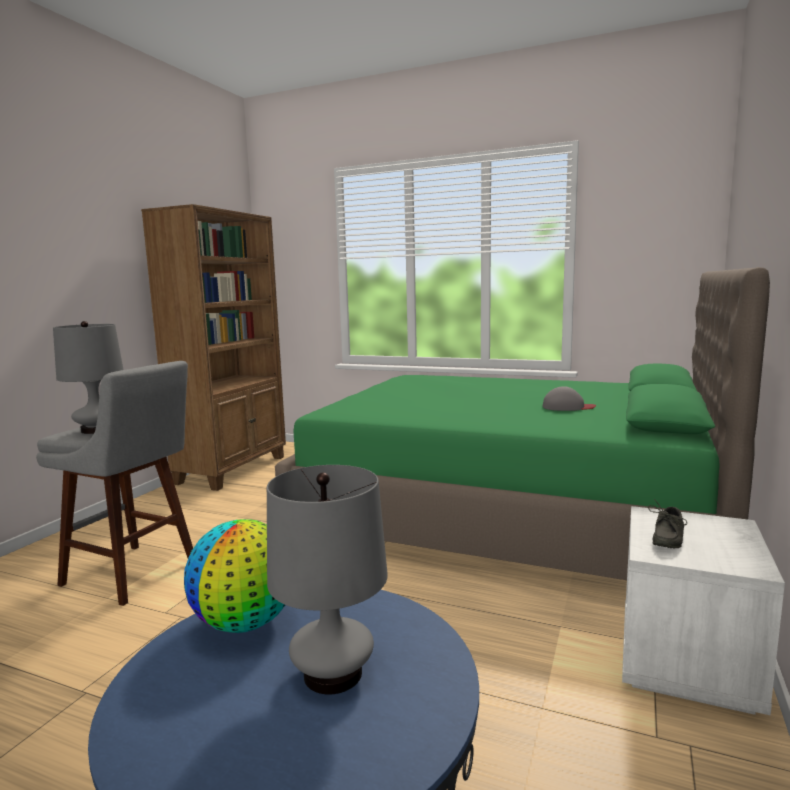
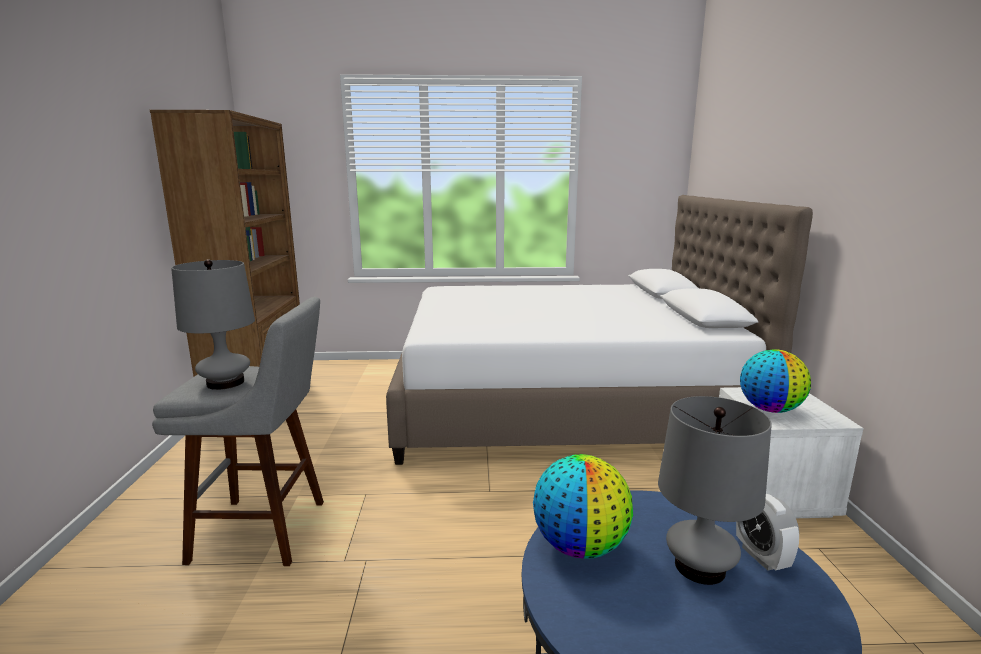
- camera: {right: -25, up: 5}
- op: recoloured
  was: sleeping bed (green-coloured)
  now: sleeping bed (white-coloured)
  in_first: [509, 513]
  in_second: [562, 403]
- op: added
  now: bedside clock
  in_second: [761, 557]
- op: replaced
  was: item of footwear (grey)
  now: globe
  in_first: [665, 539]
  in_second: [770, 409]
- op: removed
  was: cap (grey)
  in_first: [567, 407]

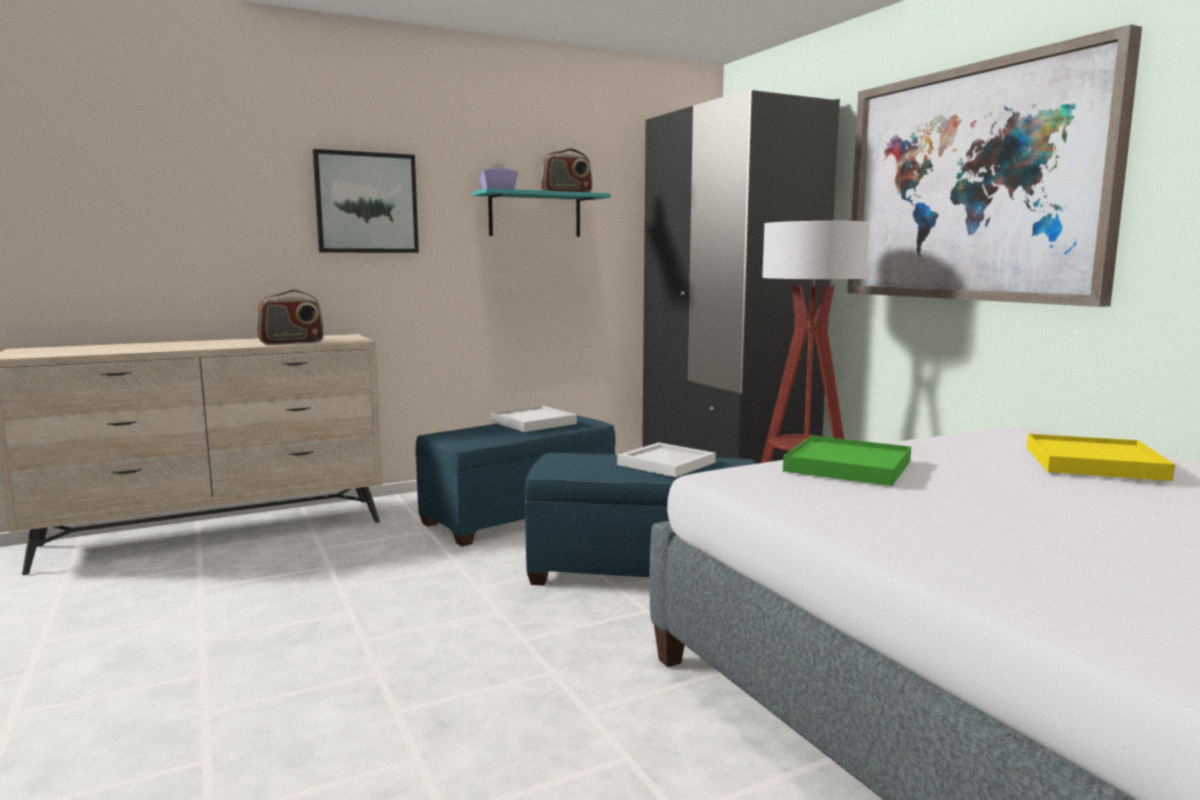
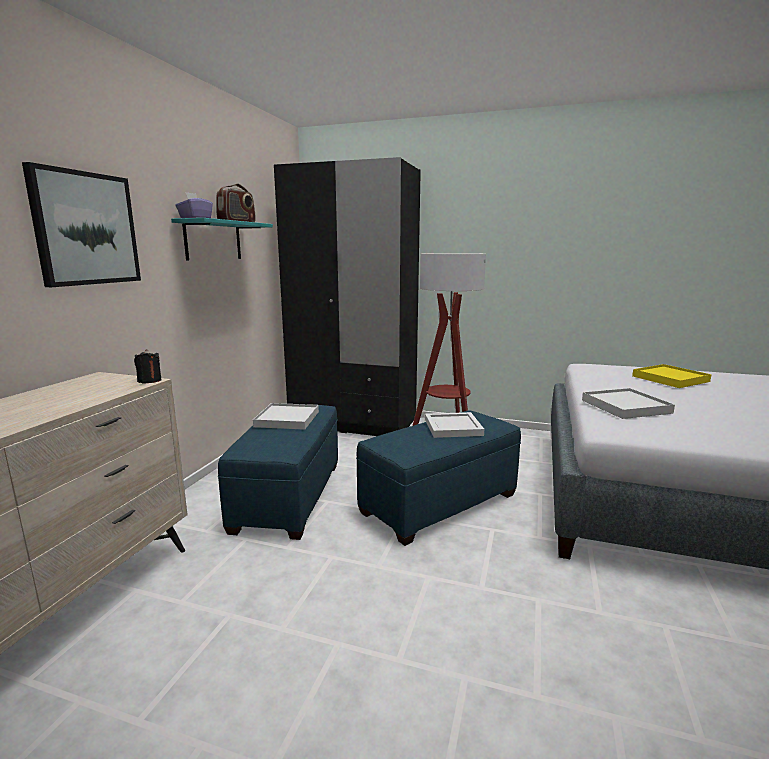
- camera: {right: -45, up: 5}
- op: added
  now: wax light (black-coloured)
  in_second: [149, 381]
- op: recoloured
  was: serving tray (green-coloured)
  now: serving tray (white-coloured)
  in_first: [847, 466]
  in_second: [625, 406]
- op: removed
  was: radio set
  in_first: [291, 342]
- op: removed
  was: wall art
  in_first: [972, 184]

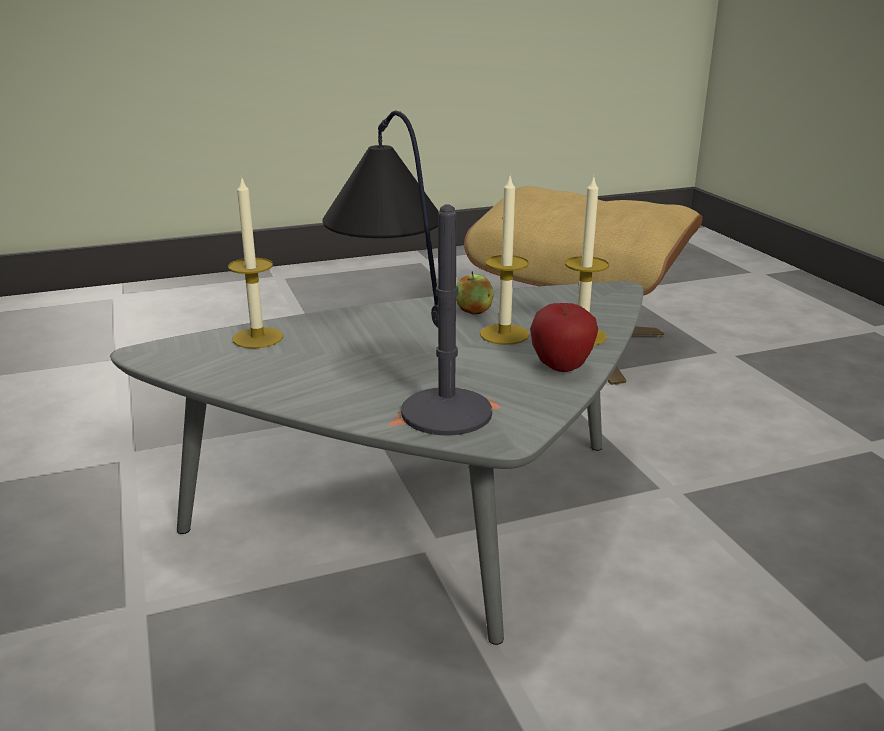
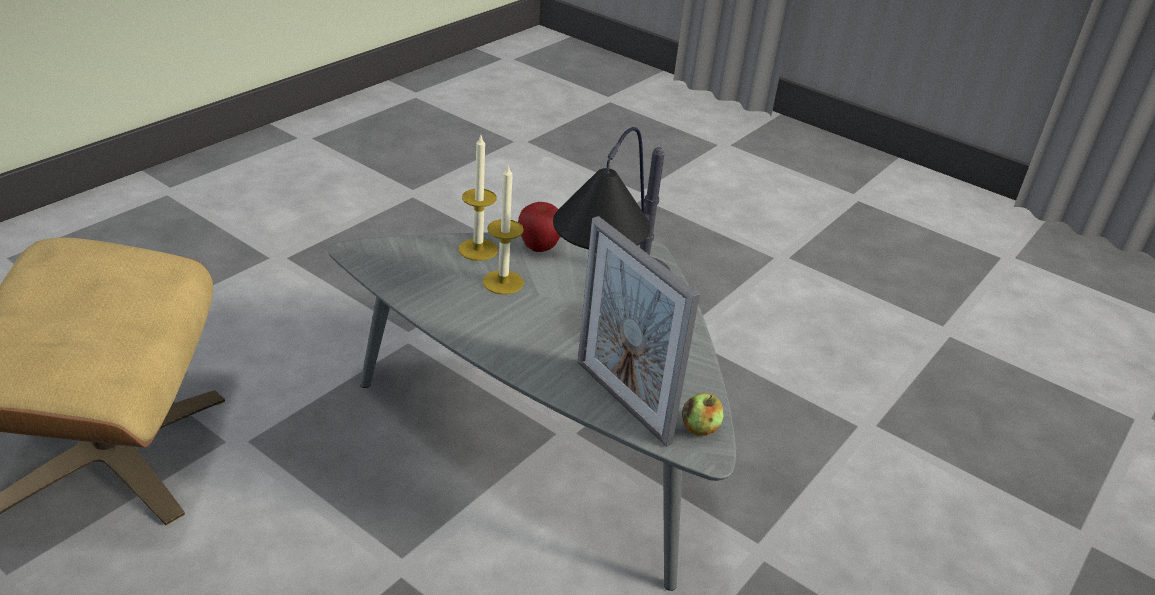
- camera: {right: -125, up: 10}
- op: replaced
  was: wax light
  now: picture frame
  in_first: [257, 338]
  in_second: [622, 401]
- op: moved
  was: apple fruit
  in_first: [474, 311]
  in_second: [700, 428]

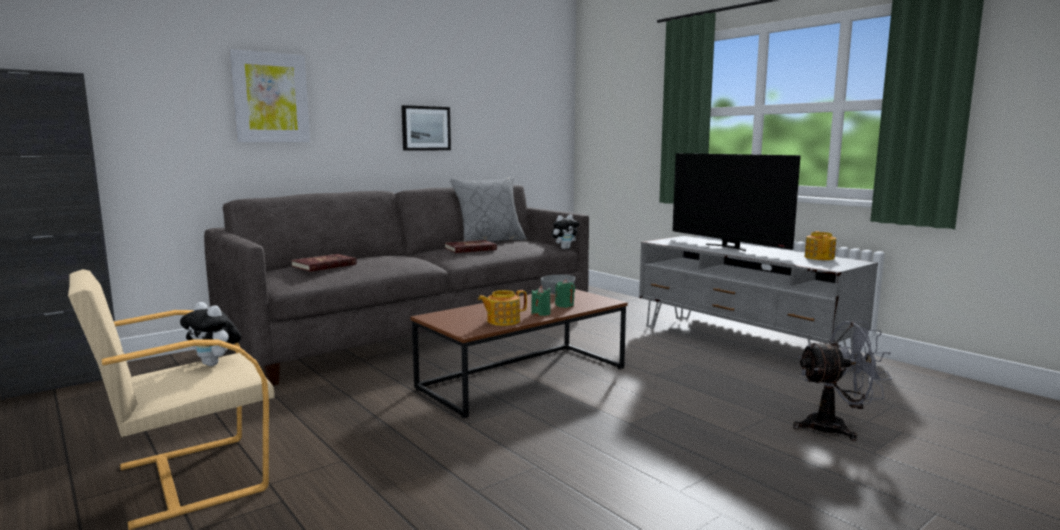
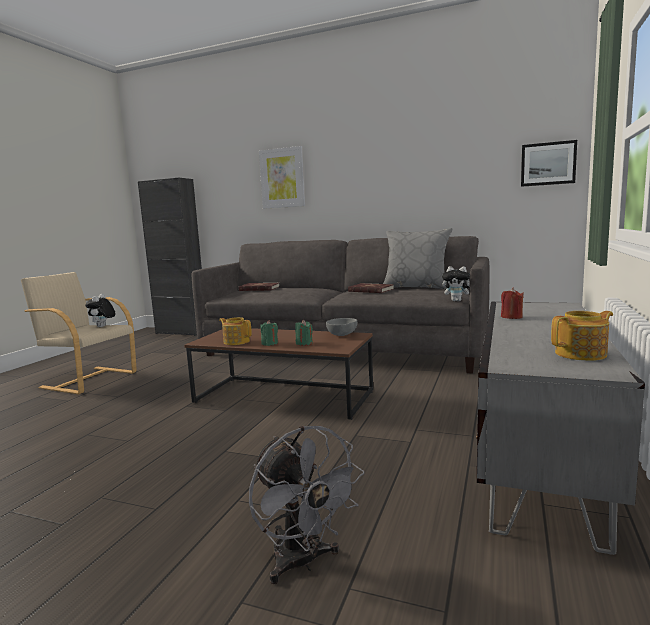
- camera: {right: 60, up: 0}
- op: added
  now: wax light (reddish)
  in_second: [511, 317]
- op: moved
  was: wall art
  in_first: [425, 128]
  in_second: [548, 164]
- op: removed
  was: TV
  in_first: [728, 247]

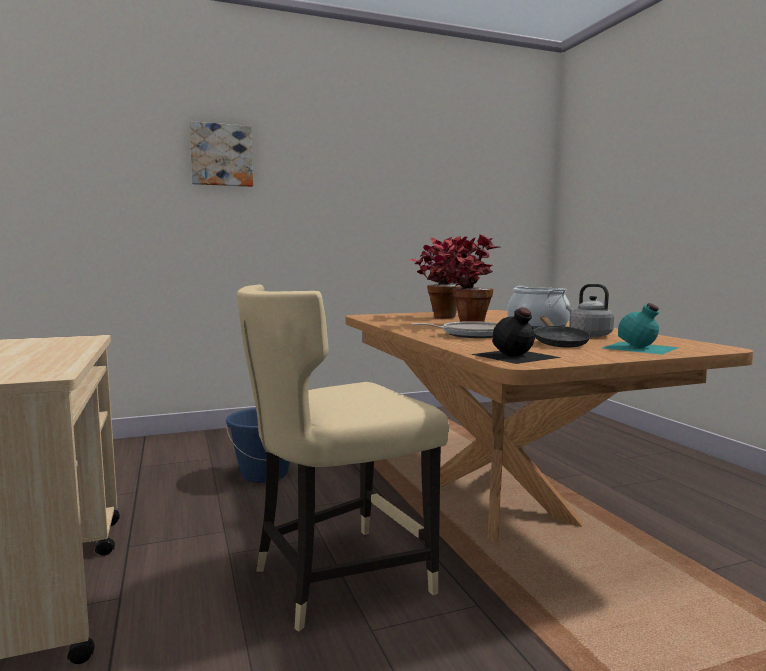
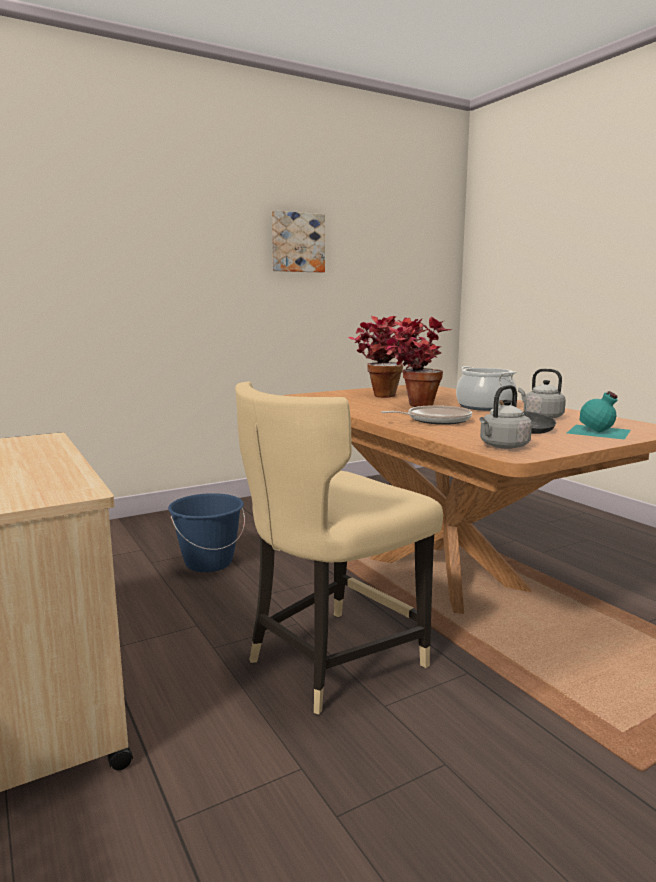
- camera: {right: -10, up: 5}
- op: moved
  was: wall art
  in_first: [221, 155]
  in_second: [297, 242]
- op: replaced
  was: beverage bottle (black-coloured)
  now: tea kettle (grey)
  in_first: [515, 356]
  in_second: [502, 446]

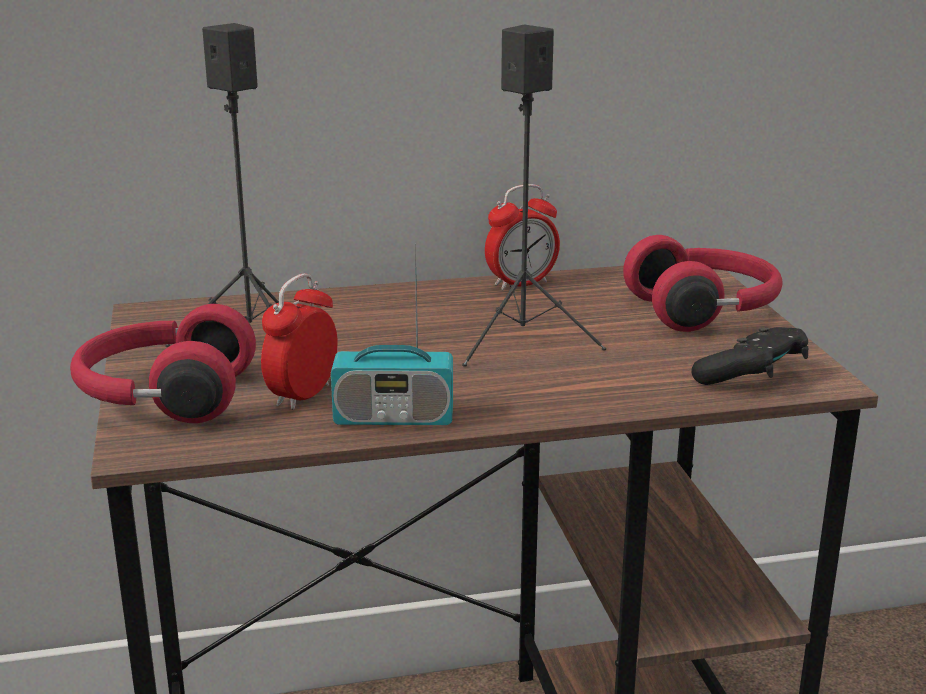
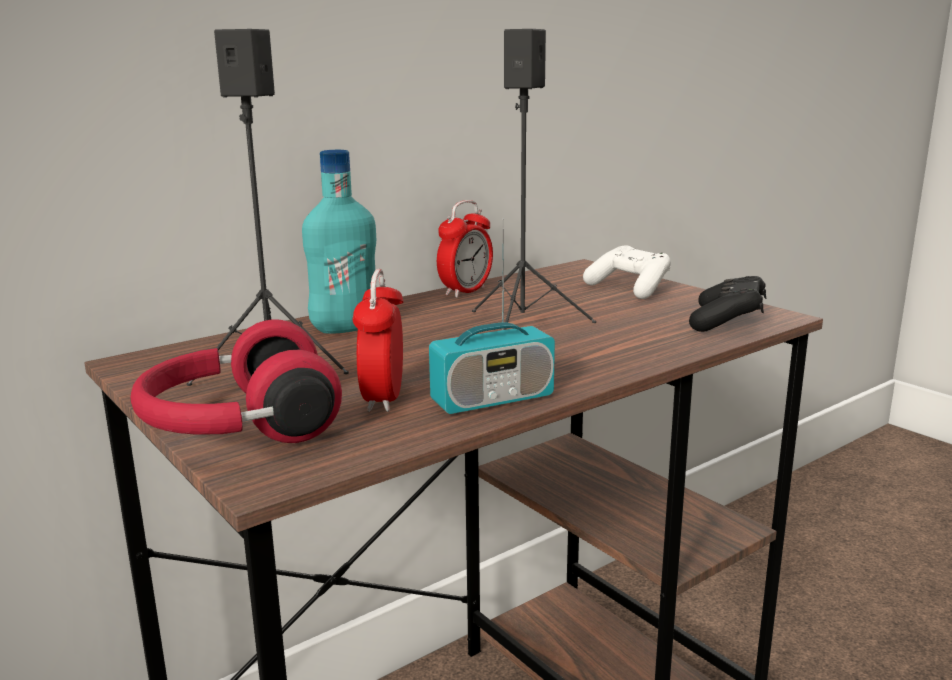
- camera: {right: -25, up: -5}
- op: added
  now: beverage bottle (blue-green)
  in_second: [345, 328]
- op: replaced
  was: headset (reddish)
  now: joypad (white-coloured)
  in_first: [704, 311]
  in_second: [629, 288]

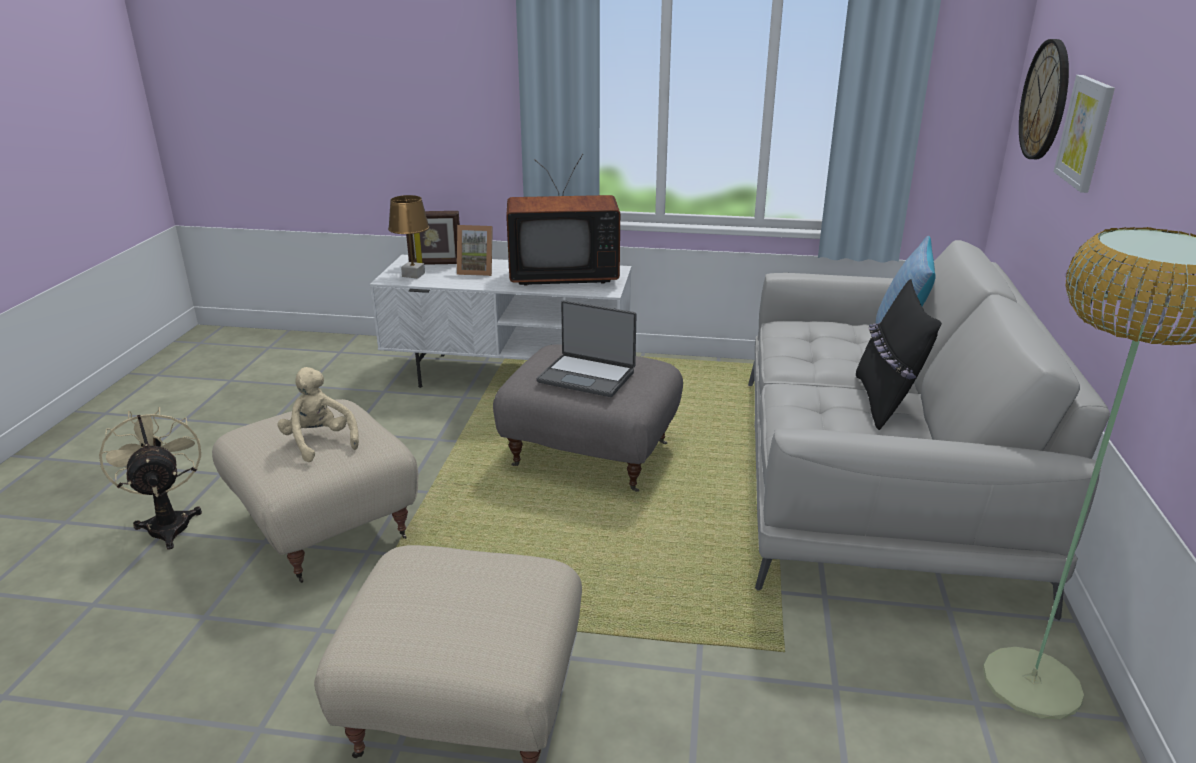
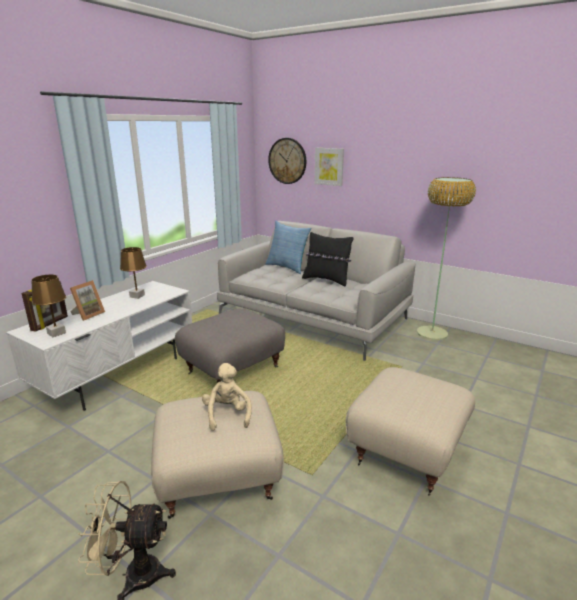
- camera: {right: -65, up: -5}
- op: replaced
  was: TV
  now: table lamp (brown)
  in_first: [562, 275]
  in_second: [137, 296]
- op: turned
  was: soft toy (beige)
  in_first: [320, 442]
  in_second: [227, 415]
  clockwise: 90
- op: removed
  was: portable computer
  in_first: [587, 376]

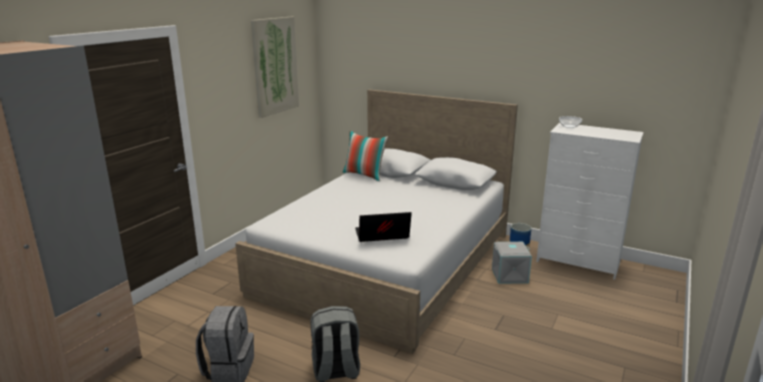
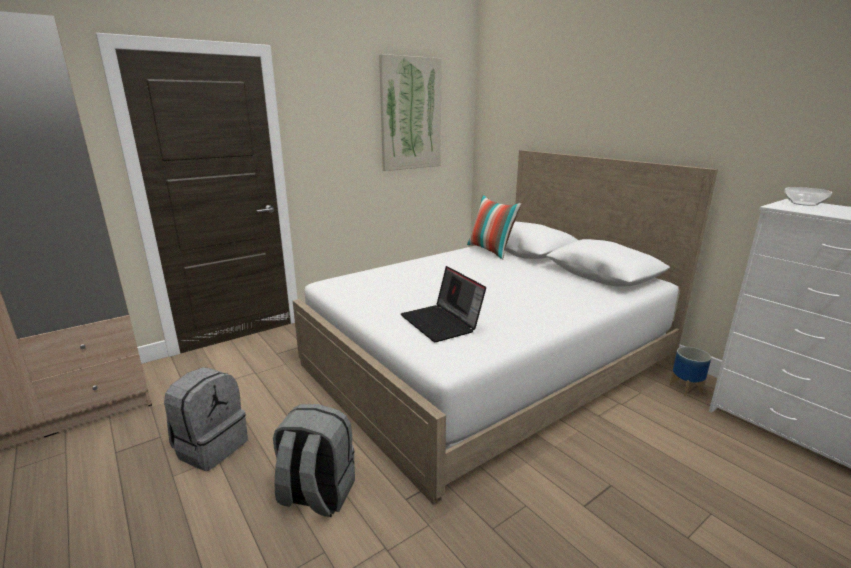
- camera: {right: 25, up: 0}
- op: turned
  was: portable computer
  in_first: [381, 236]
  in_second: [442, 323]
  clockwise: -135
- op: removed
  was: storage container (grey)
  in_first: [509, 276]

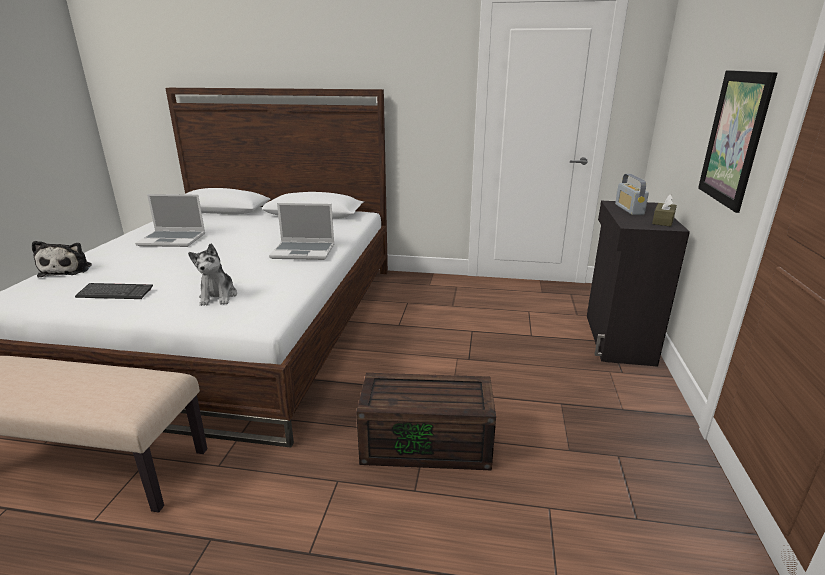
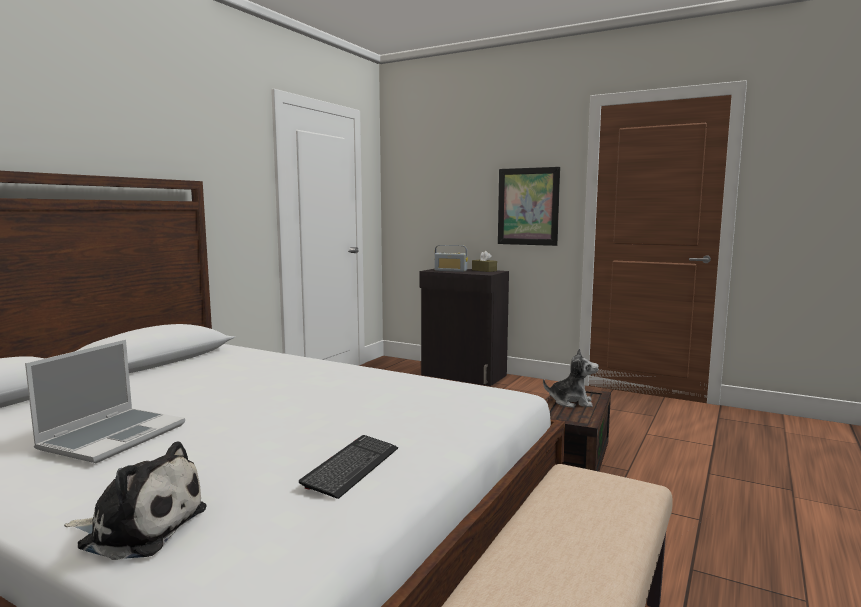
- camera: {right: -70, up: -15}
- op: moved
  was: soft toy
  in_first: [218, 296]
  in_second: [571, 402]
- op: removed
  was: portable computer
  in_first: [304, 252]

